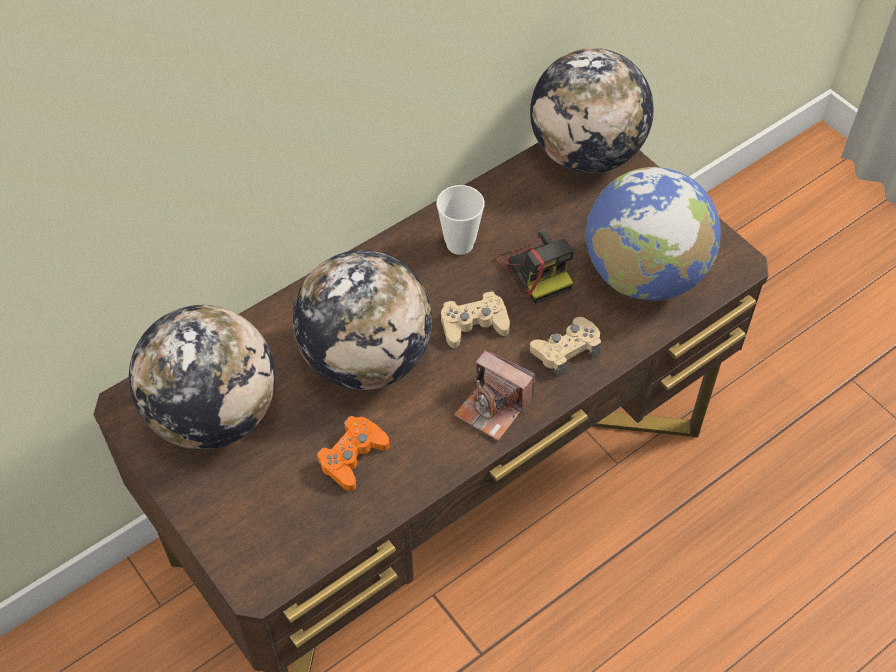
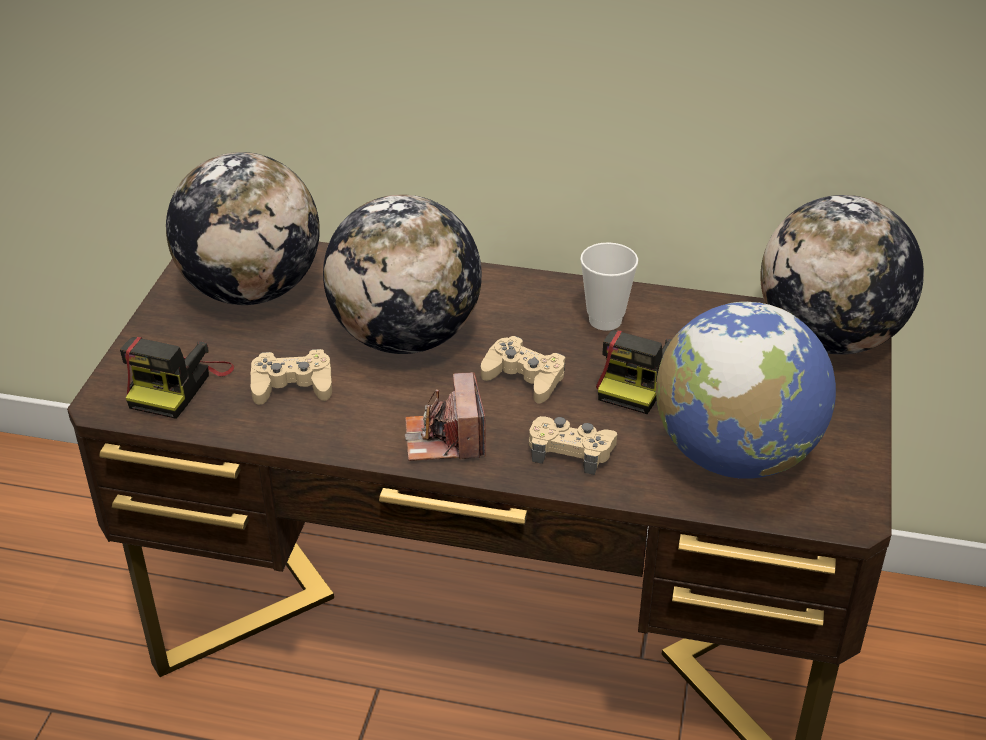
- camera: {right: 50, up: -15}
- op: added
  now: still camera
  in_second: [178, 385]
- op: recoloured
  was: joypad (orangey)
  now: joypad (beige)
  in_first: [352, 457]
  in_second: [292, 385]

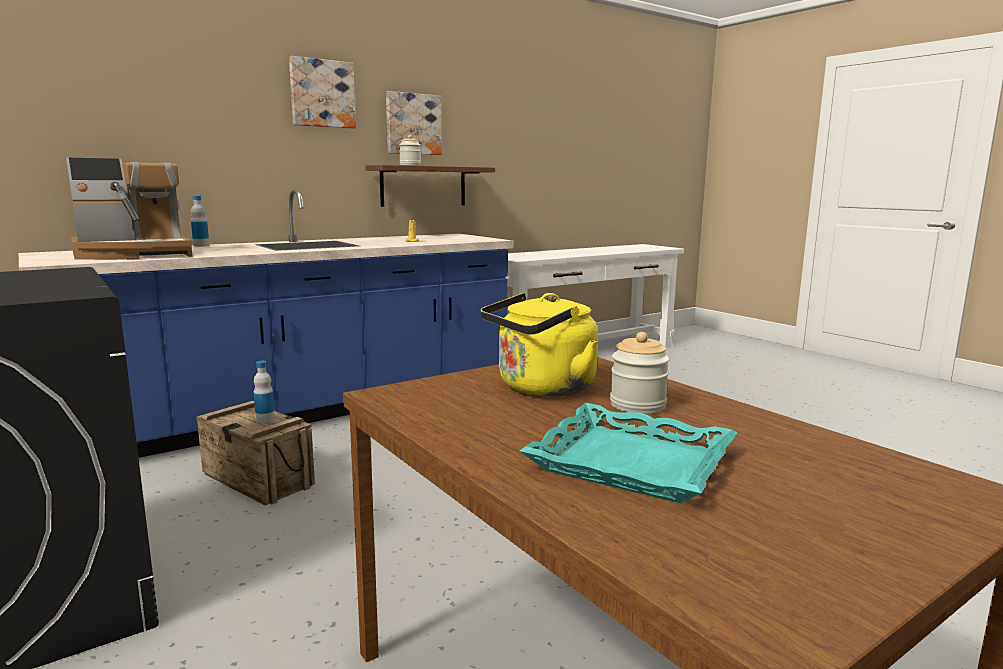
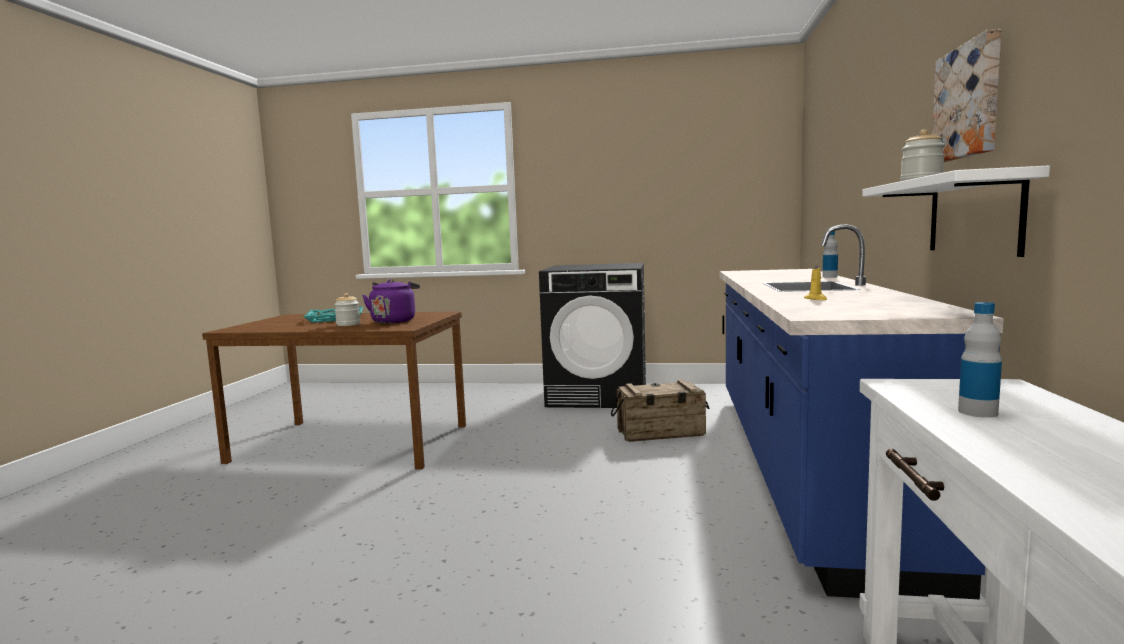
- camera: {right: 135, up: -5}
- op: recoloured
  was: tea kettle (yellowish)
  now: tea kettle (purple)
  in_first: [541, 388]
  in_second: [394, 321]
- op: recoloured
  was: shelf (brown)
  now: shelf (white-coloured)
  in_first: [423, 186]
  in_second: [973, 215]
- op: moved
  was: beverage bottle
  in_first: [265, 419]
  in_second: [977, 412]
- op: removed
  was: coffee maker
  in_first: [134, 254]
- op: removed
  was: wall art
  in_first: [322, 94]

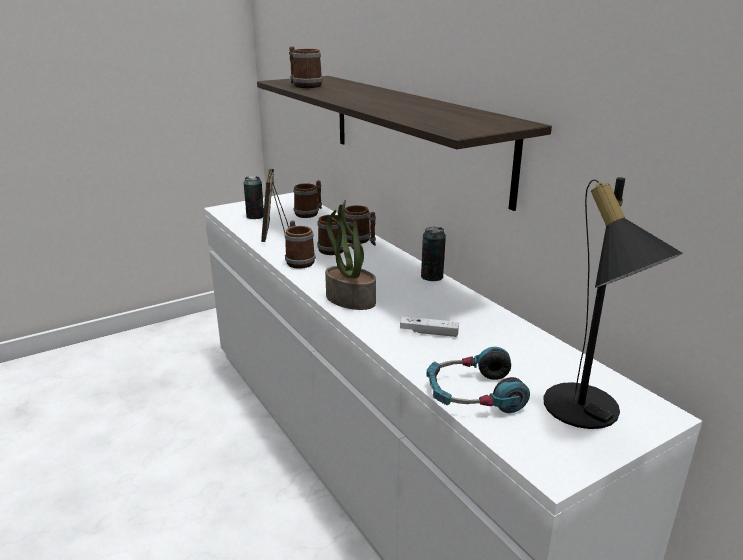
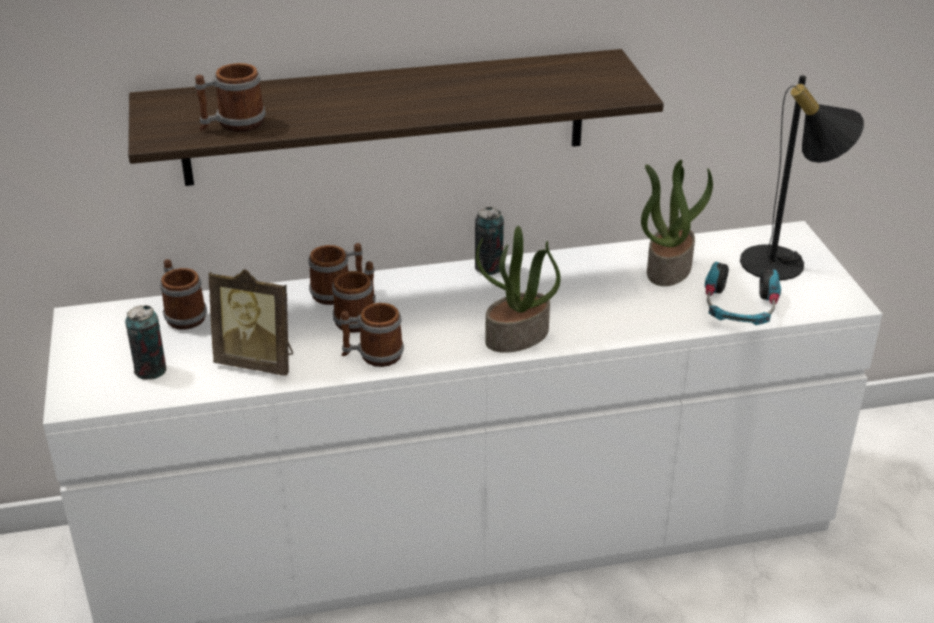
- camera: {right: -70, up: 10}
- op: added
  now: houseplant
  in_second: [668, 268]
- op: removed
  was: joypad (white-coloured)
  in_first: [429, 332]

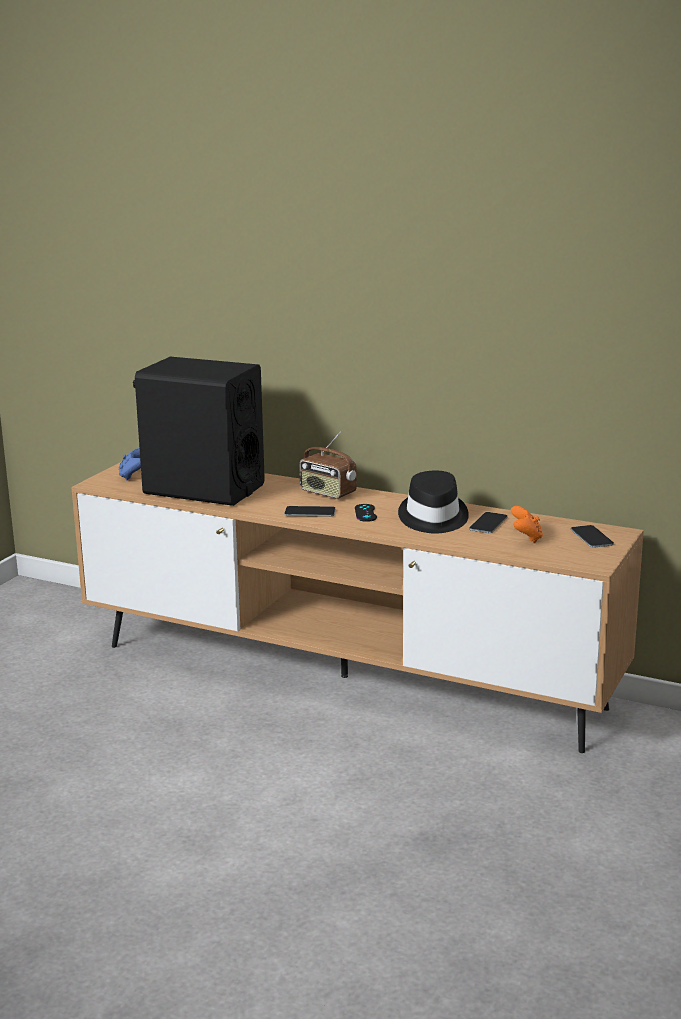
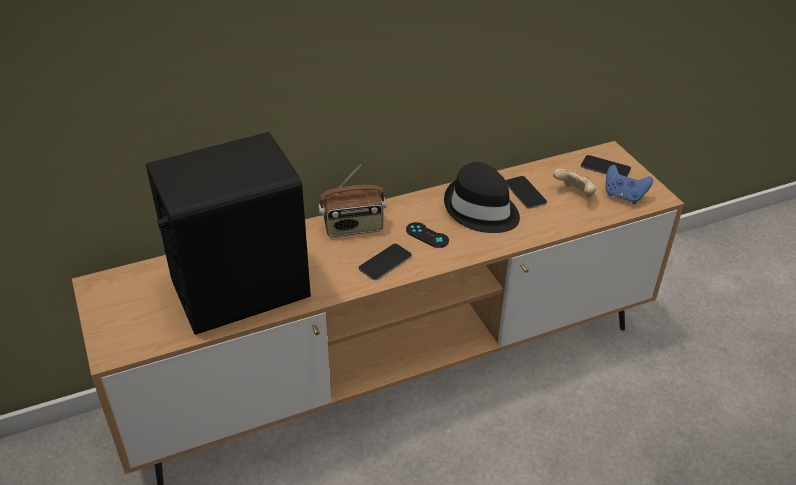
- camera: {right: -50, up: 20}
- op: recoloured
  was: joypad (orangey)
  now: joypad (beige)
  in_first: [526, 538]
  in_second: [574, 194]
- op: moved
  was: joypad (bluish)
  in_first: [132, 476]
  in_second: [623, 196]

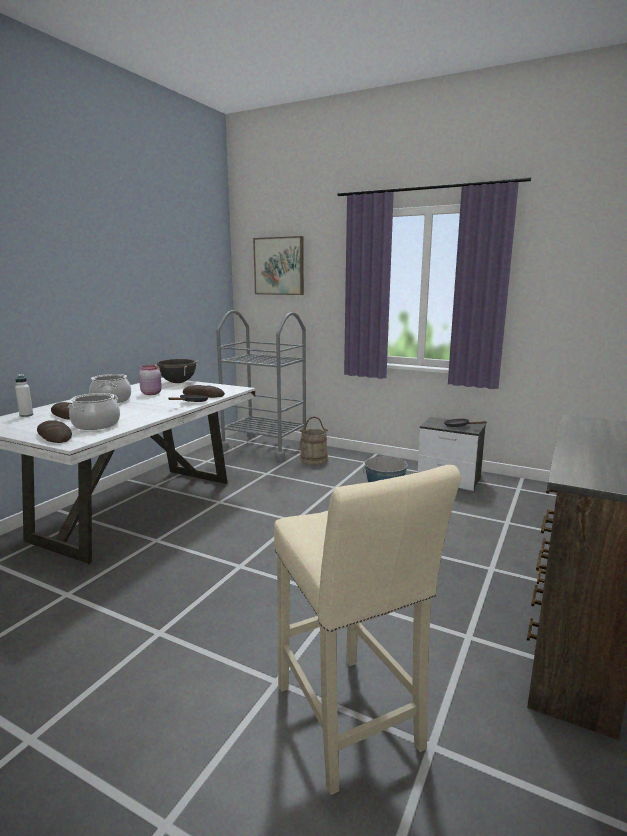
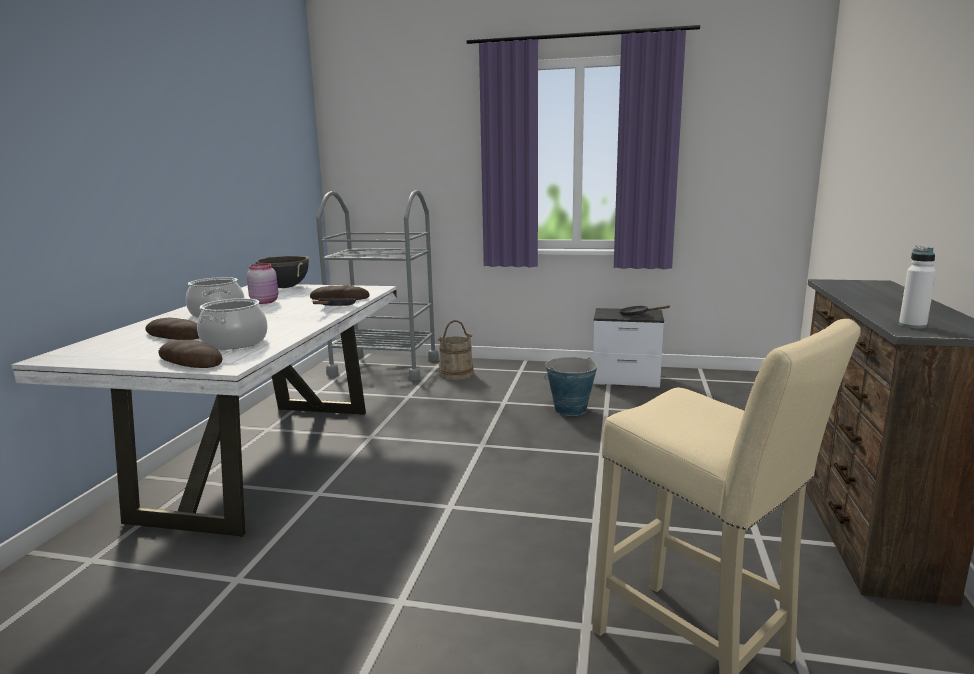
- camera: {right: -15, up: 0}
- op: moved
  was: beverage bottle (white-coloured)
  in_first: [26, 415]
  in_second: [912, 326]
- op: removed
  was: wall art
  in_first: [279, 266]

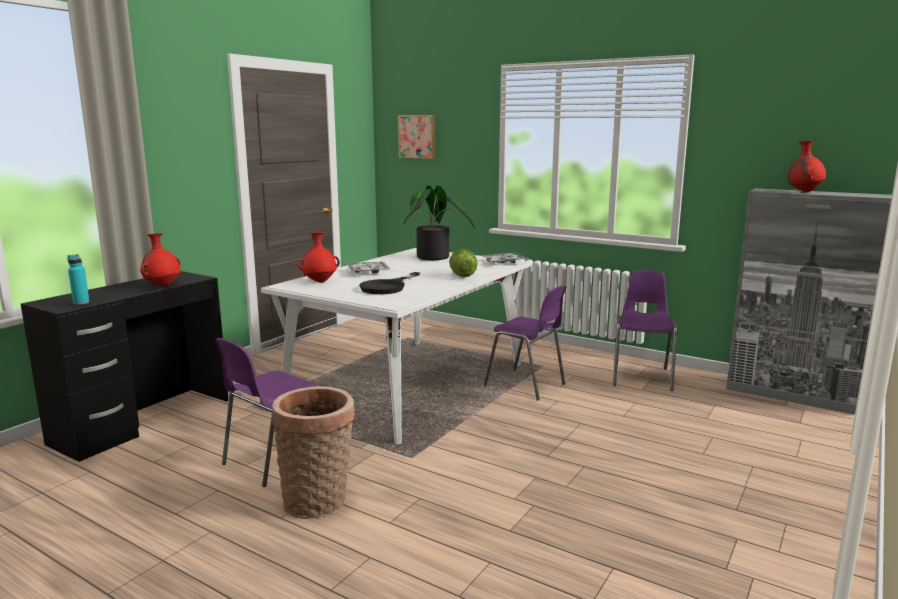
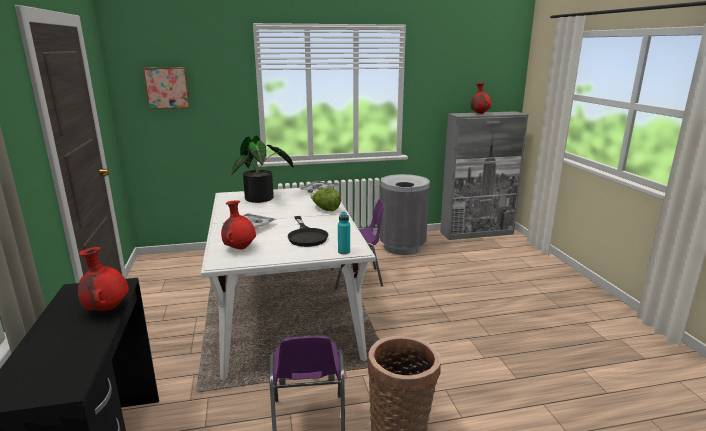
- camera: {right: -45, up: 5}
- op: moved
  was: beverage bottle (blue-green)
  in_first: [81, 302]
  in_second: [344, 251]
- op: replaced
  was: plain chair (purple)
  now: trash can (grey)
  in_first: [642, 376]
  in_second: [402, 247]

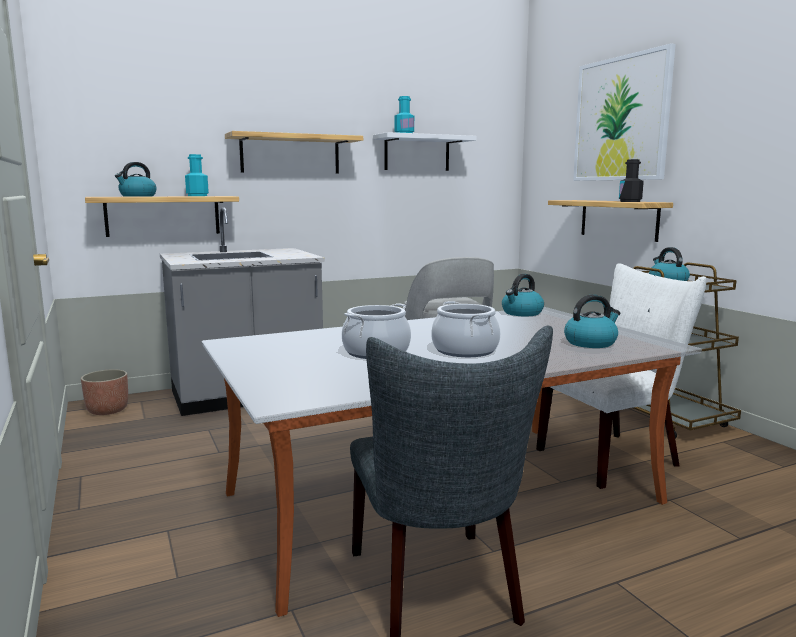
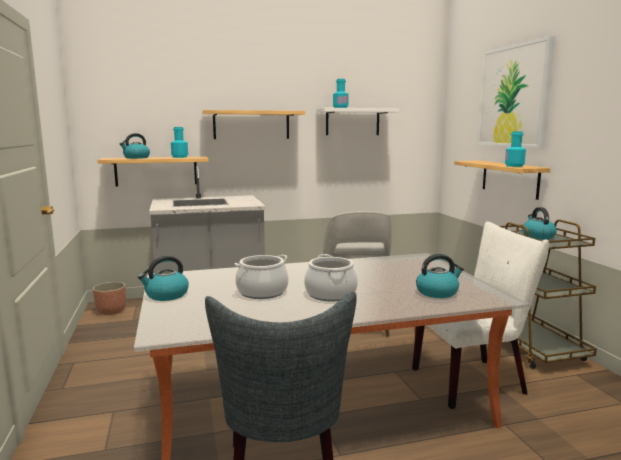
- camera: {right: 10, up: 0}
- op: moved
  was: tea kettle
  in_first: [522, 313]
  in_second: [166, 295]
- op: recoloured
  was: beverage bottle (black-coloured)
  now: beverage bottle (blue-green)
  in_first: [630, 201]
  in_second: [514, 166]

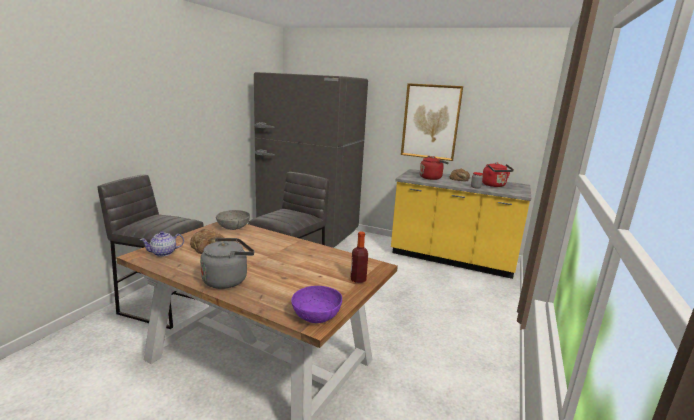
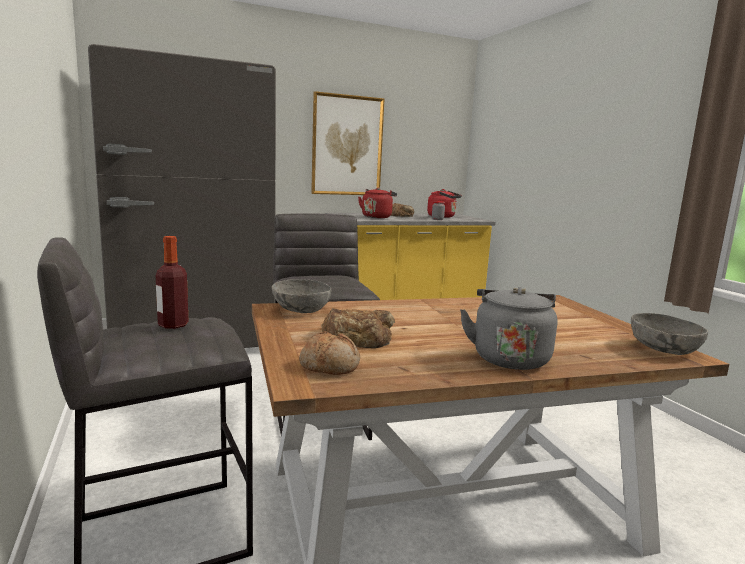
- camera: {right: -45, up: -5}
- op: moved
  was: beverage bottle
  in_first: [358, 280]
  in_second: [173, 325]
- op: replaced
  was: pot for tea
  now: bread
  in_first: [164, 253]
  in_second: [330, 365]
- op: recoloured
  was: serving bowl (purple)
  now: serving bowl (grey)
  in_first: [316, 315]
  in_second: [664, 349]

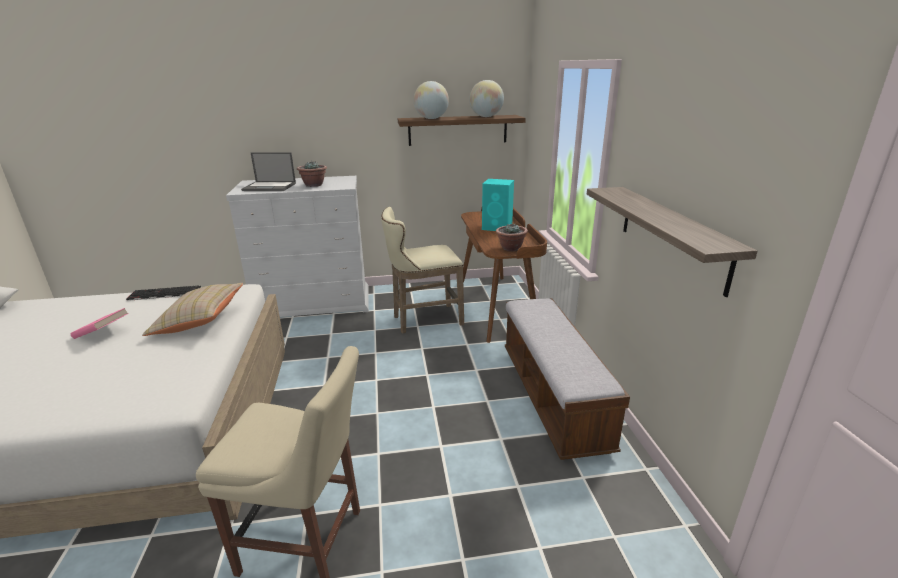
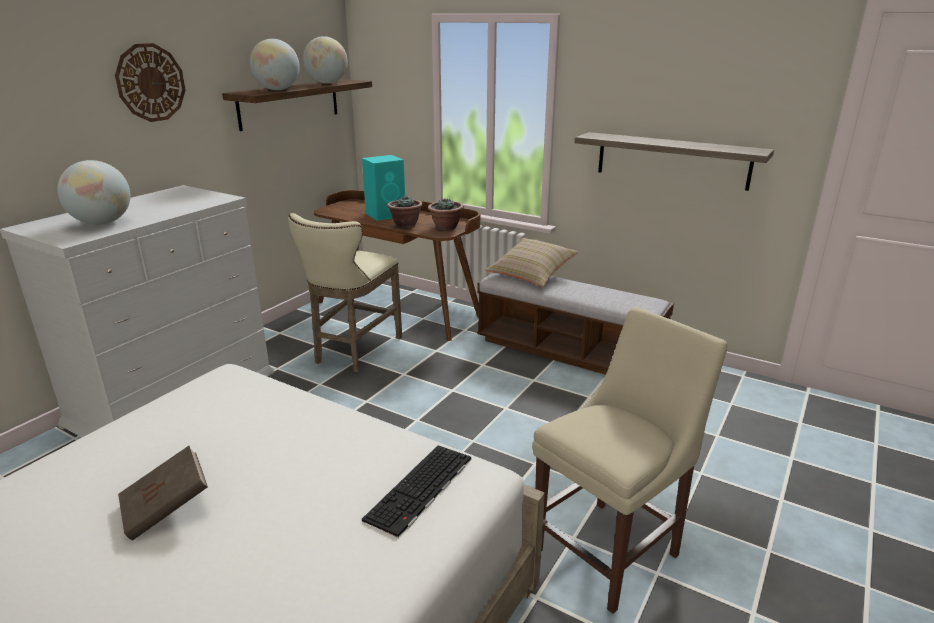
- camera: {right: -50, up: 0}
- op: replaced
  was: portable computer
  now: globe
  in_first: [270, 187]
  in_second: [102, 223]
- op: added
  now: hanging clock
  in_second: [150, 82]
- op: recoloured
  was: volume (pink)
  now: volume (brown)
  in_first: [103, 333]
  in_second: [166, 508]
- op: moved
  was: computer keyboard
  in_first: [163, 294]
  in_second: [420, 490]
- op: moved
  was: houseplant
  in_first: [314, 185]
  in_second: [405, 225]
- op: moved
  was: throw pillow (beige)
  in_first: [199, 321]
  in_second: [531, 274]

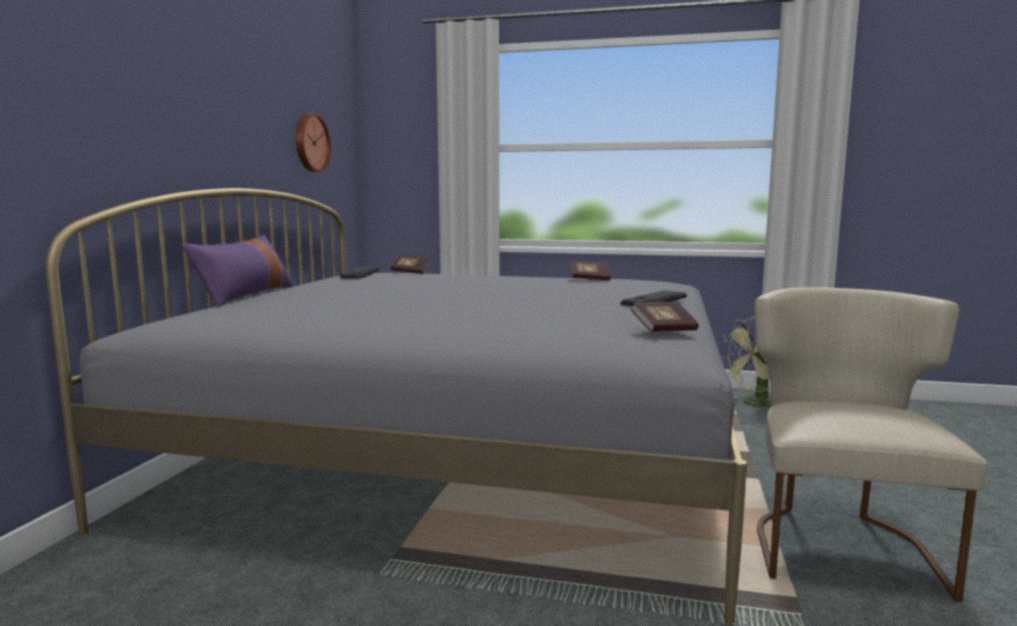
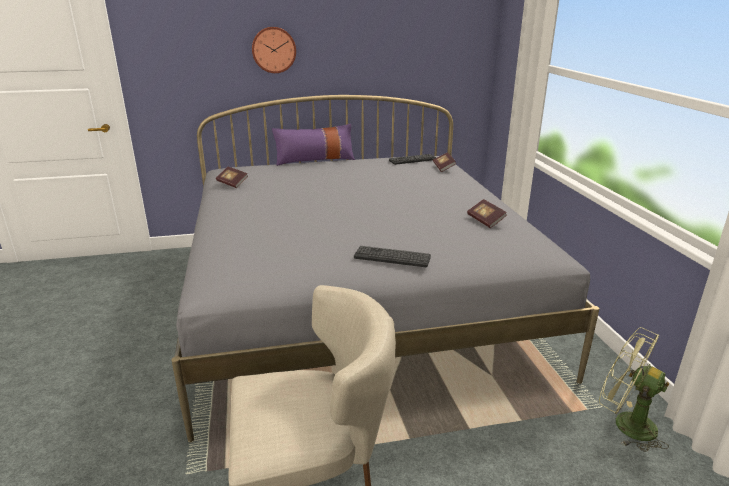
- camera: {right: 65, up: 15}
- op: moved
  was: volume
  in_first: [664, 330]
  in_second: [232, 183]
- op: moved
  was: hanging clock
  in_first: [310, 143]
  in_second: [274, 50]

